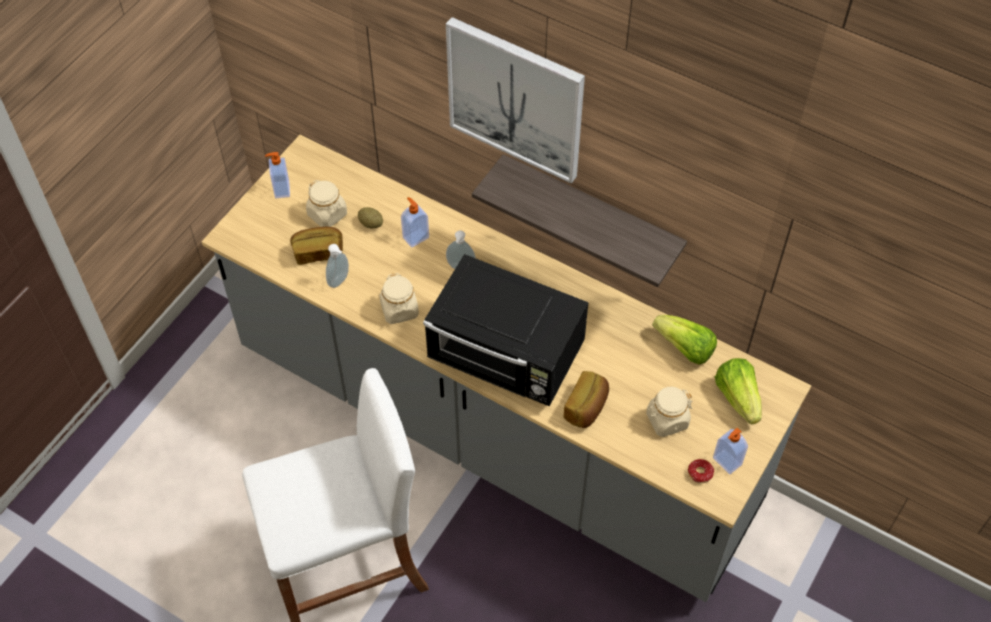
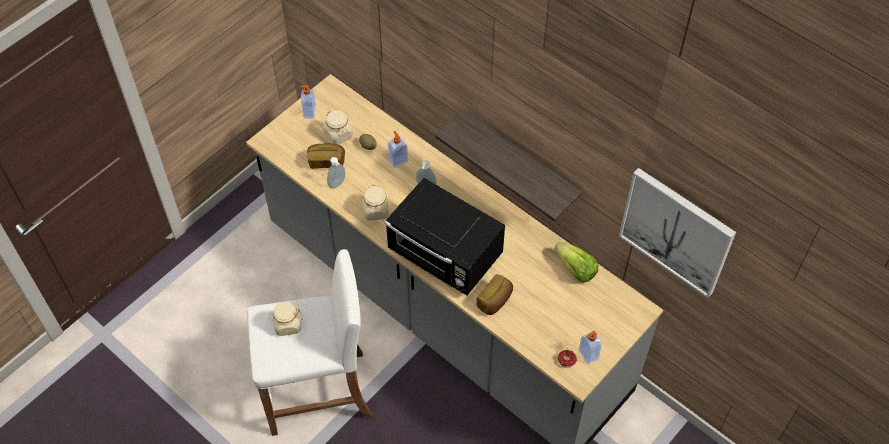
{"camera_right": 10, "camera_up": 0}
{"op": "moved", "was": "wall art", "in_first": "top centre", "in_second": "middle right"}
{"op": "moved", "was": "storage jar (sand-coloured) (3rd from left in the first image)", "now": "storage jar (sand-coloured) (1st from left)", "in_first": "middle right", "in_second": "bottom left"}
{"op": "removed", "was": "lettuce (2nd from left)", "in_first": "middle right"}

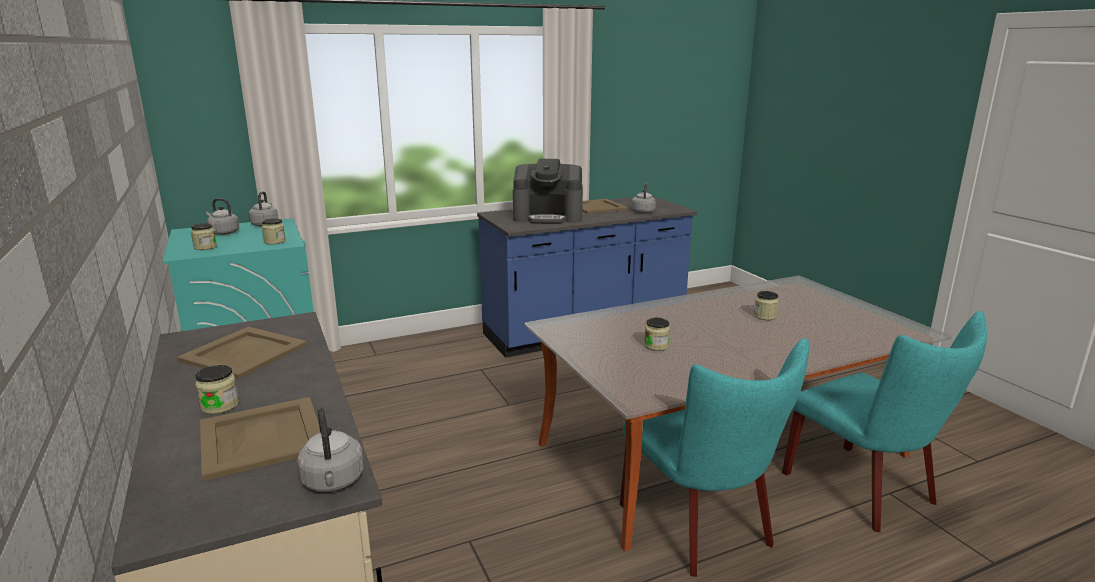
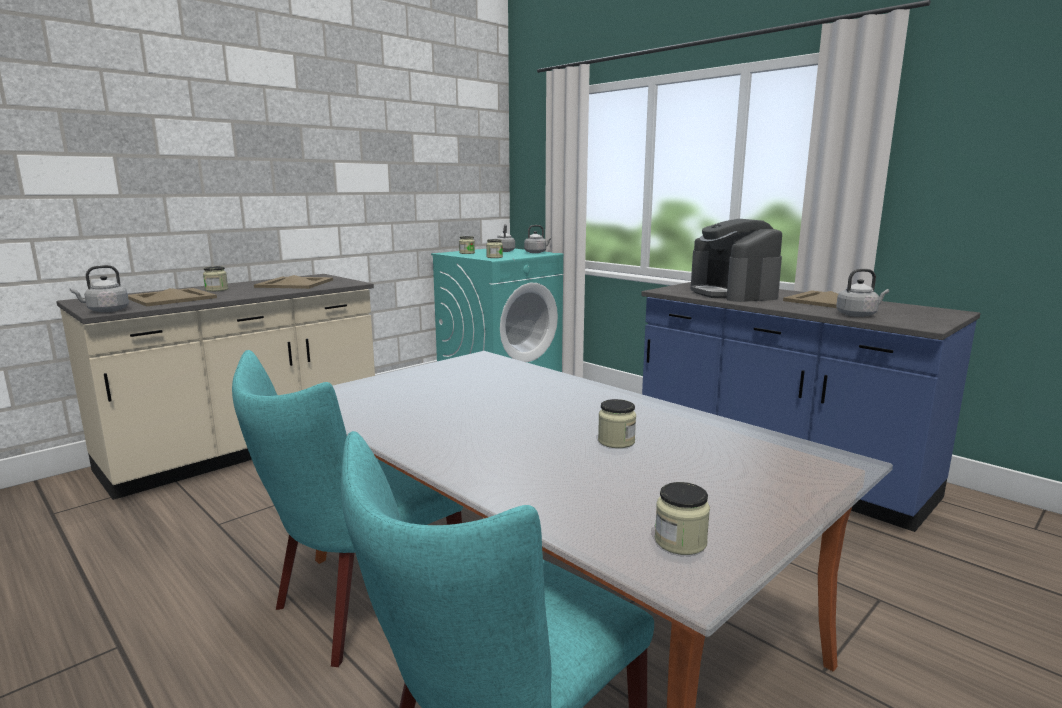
{"camera_right": 70, "camera_up": -5}
{"op": "moved", "was": "storage jar (4th from left in the first image)", "now": "storage jar (5th from left)", "in_first": "centre", "in_second": "bottom centre"}

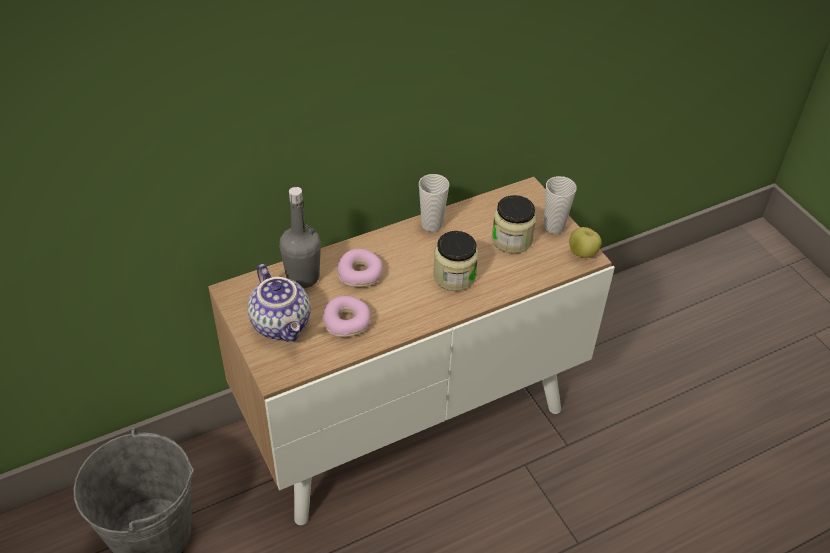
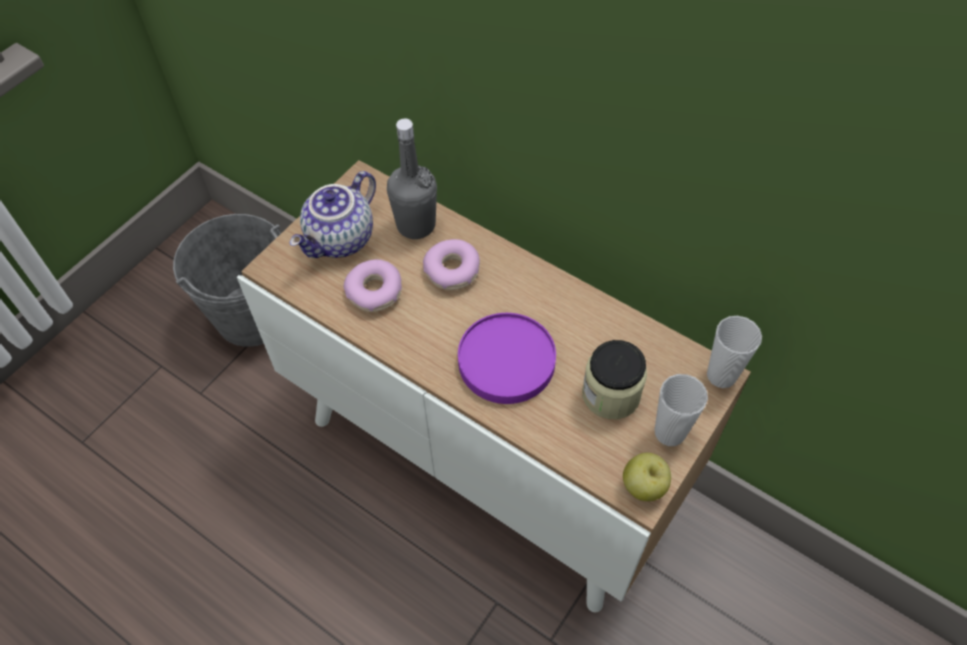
{"camera_right": 65, "camera_up": 10}
{"op": "moved", "was": "cup (1st from left in the first image)", "now": "cup (2nd from left)", "in_first": "centre", "in_second": "middle right"}
{"op": "replaced", "was": "storage jar (1st from left)", "now": "plate (purple-coloured)", "in_first": "centre", "in_second": "centre"}

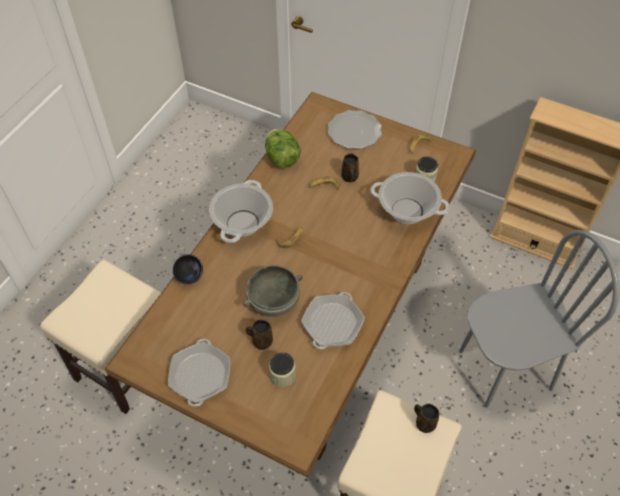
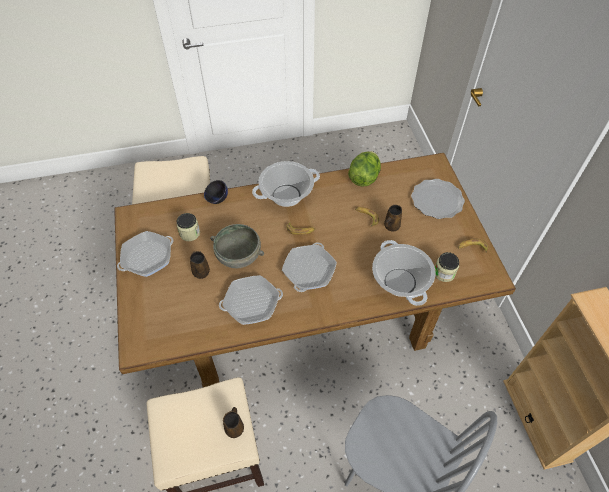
{"camera_right": 50, "camera_up": 0}
{"op": "moved", "was": "storage jar (1st from left)", "in_first": "bottom centre", "in_second": "middle left"}
{"op": "added", "now": "frying pan (3rd from left)", "in_second": "centre"}

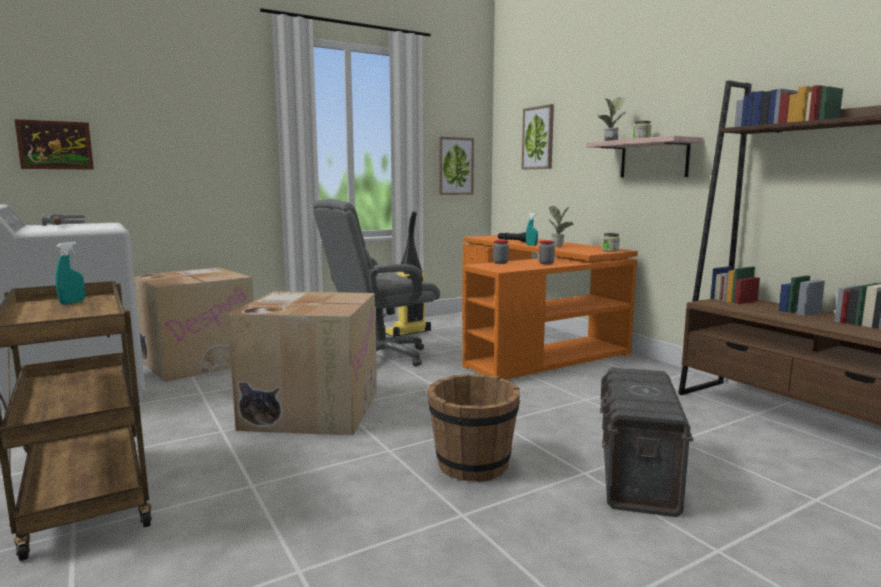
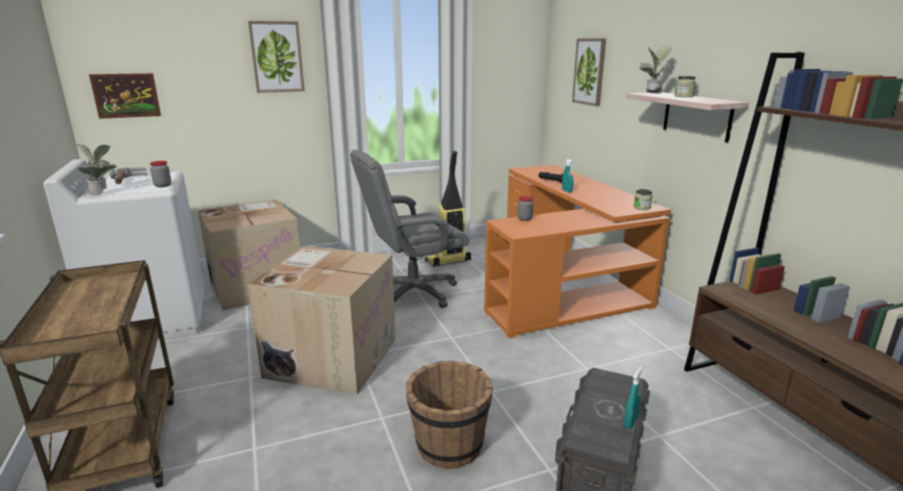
{"camera_right": 10, "camera_up": 10}
{"op": "moved", "was": "spray bottle (turquoise-coloured) (1st from left in the first image)", "now": "spray bottle (turquoise-coloured) (2nd from left)", "in_first": "middle left", "in_second": "bottom right"}
{"op": "moved", "was": "wall art (2nd from left)", "in_first": "top centre", "in_second": "top left"}
{"op": "moved", "was": "storage jar (2nd from left in the first image)", "now": "storage jar (1st from left)", "in_first": "centre", "in_second": "middle left"}
{"op": "moved", "was": "potted plant (1st from left)", "in_first": "centre", "in_second": "middle left"}

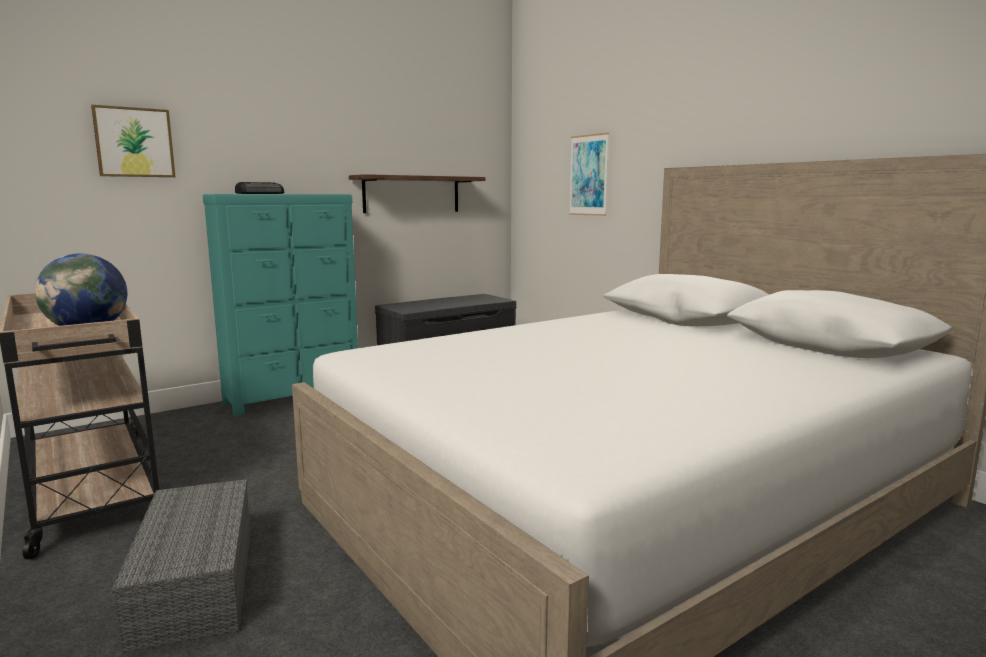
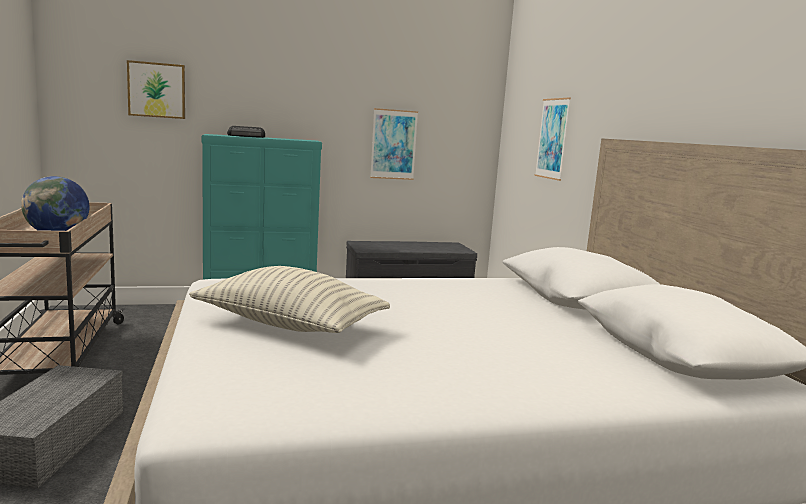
{"camera_right": 20, "camera_up": 0}
{"op": "replaced", "was": "shelf", "now": "wall art (2nd from left)", "in_first": "top centre", "in_second": "top centre"}
{"op": "added", "now": "cushion", "in_second": "centre"}

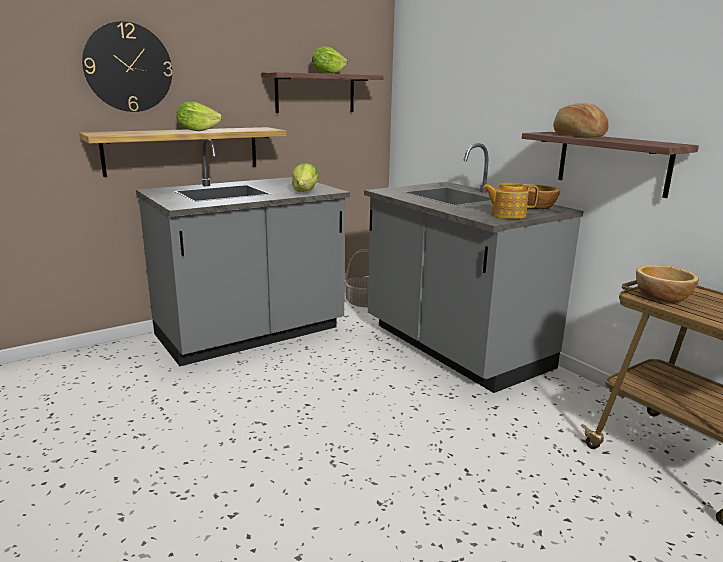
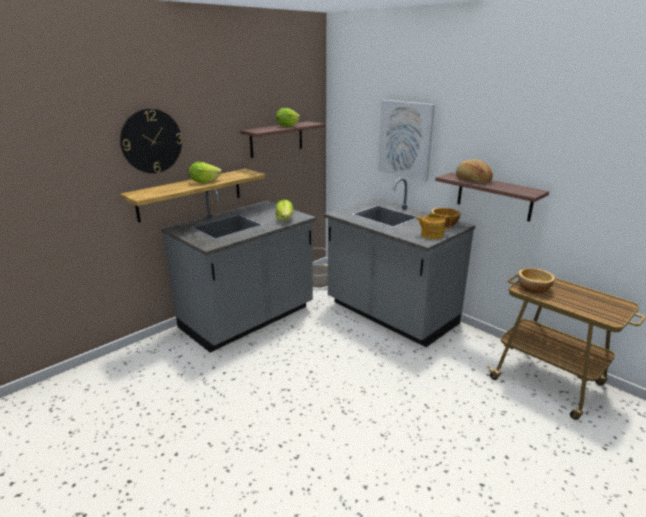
{"camera_right": -10, "camera_up": 5}
{"op": "added", "now": "wall art", "in_second": "top centre"}

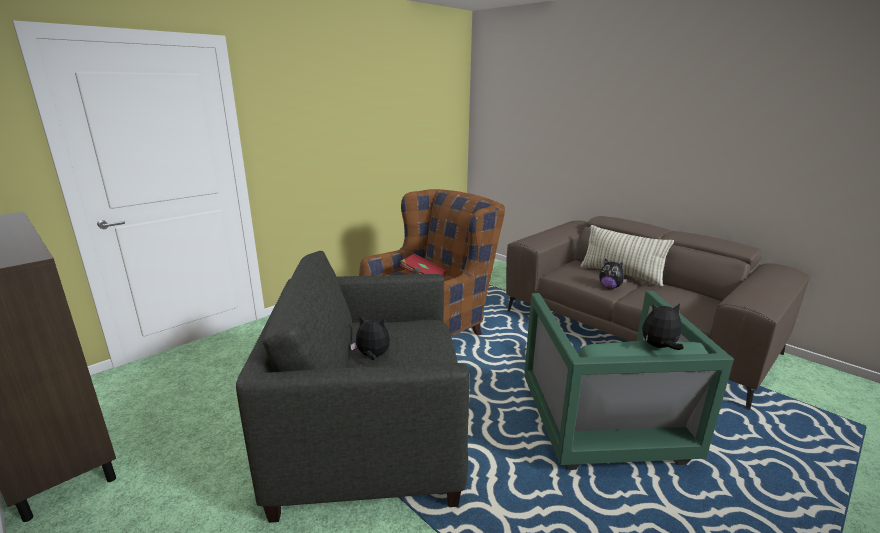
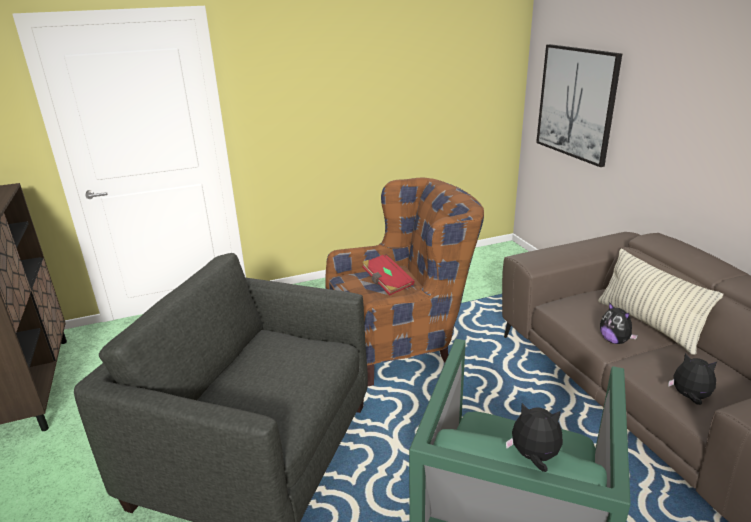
{"camera_right": 25, "camera_up": 5}
{"op": "moved", "was": "plush toy (1st from left in the first image)", "now": "plush toy (3rd from left)", "in_first": "centre", "in_second": "bottom right"}
{"op": "added", "now": "wall art", "in_second": "top right"}

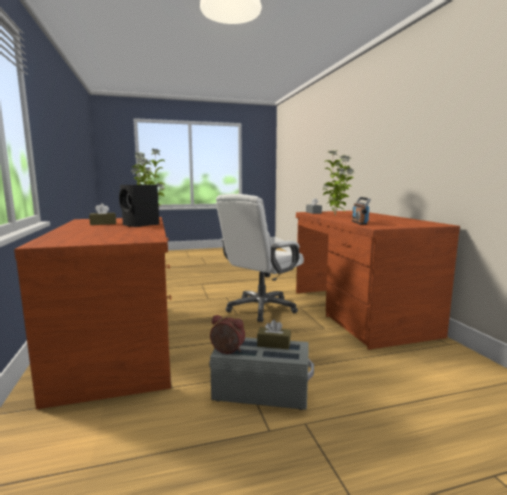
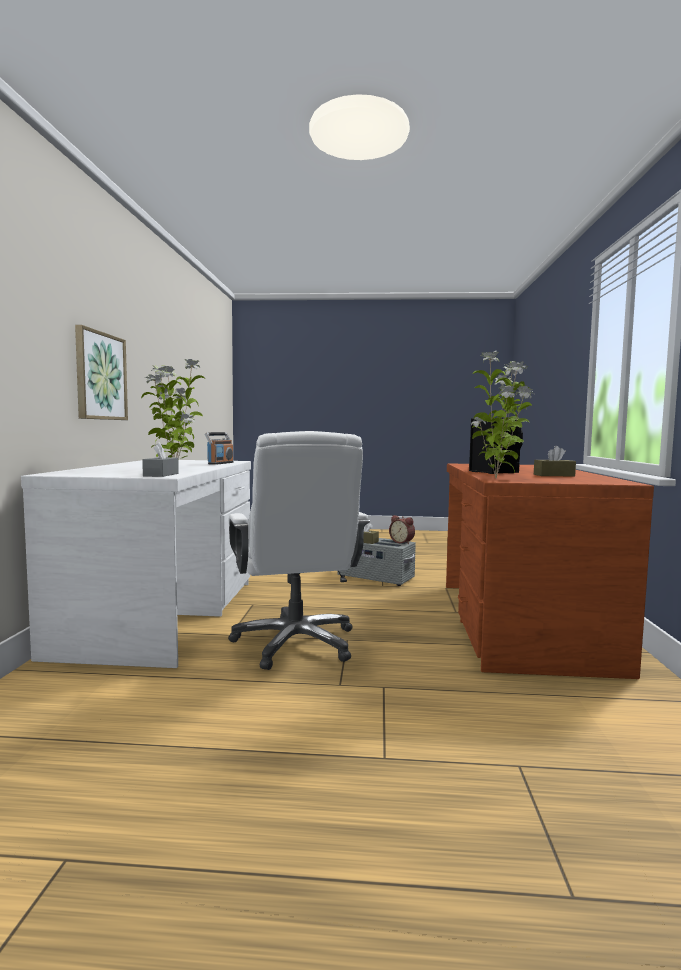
{"camera_right": -160, "camera_up": -5}
{"op": "turned", "was": "office chair (whitish)", "in_first": "centre", "in_second": "centre", "clockwise": 105}
{"op": "recoloured", "was": "desk (brown) (2nd from left)", "now": "desk (whitish)", "in_first": "middle right", "in_second": "middle left"}
{"op": "added", "now": "wall art", "in_second": "middle left"}

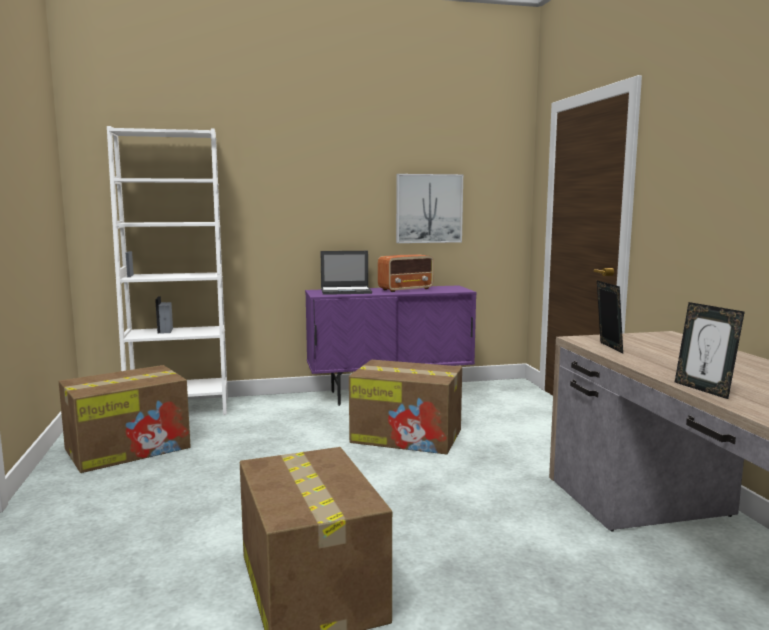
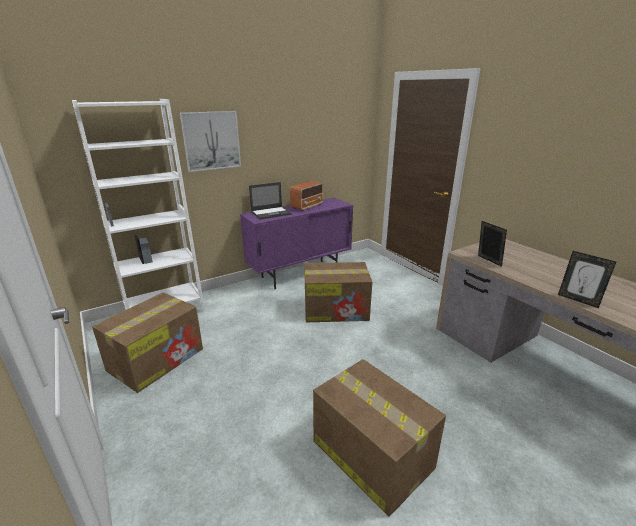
{"camera_right": -20, "camera_up": 15}
{"op": "moved", "was": "wall art", "in_first": "top centre", "in_second": "top left"}

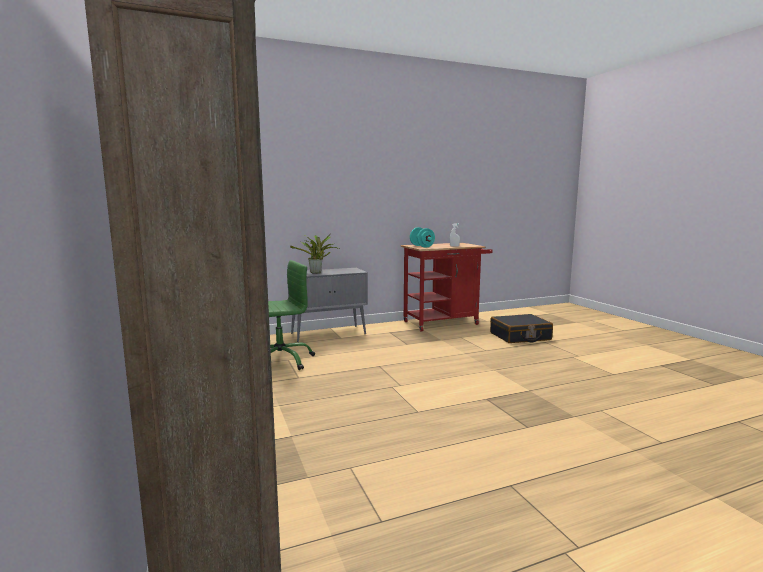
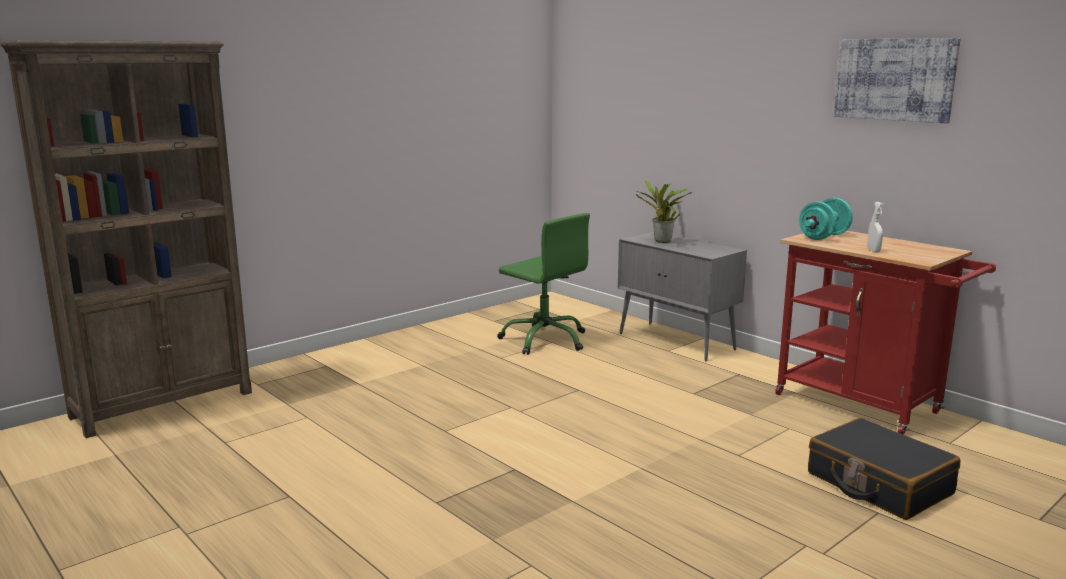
{"camera_right": 70, "camera_up": 5}
{"op": "added", "now": "wall art", "in_second": "top right"}

